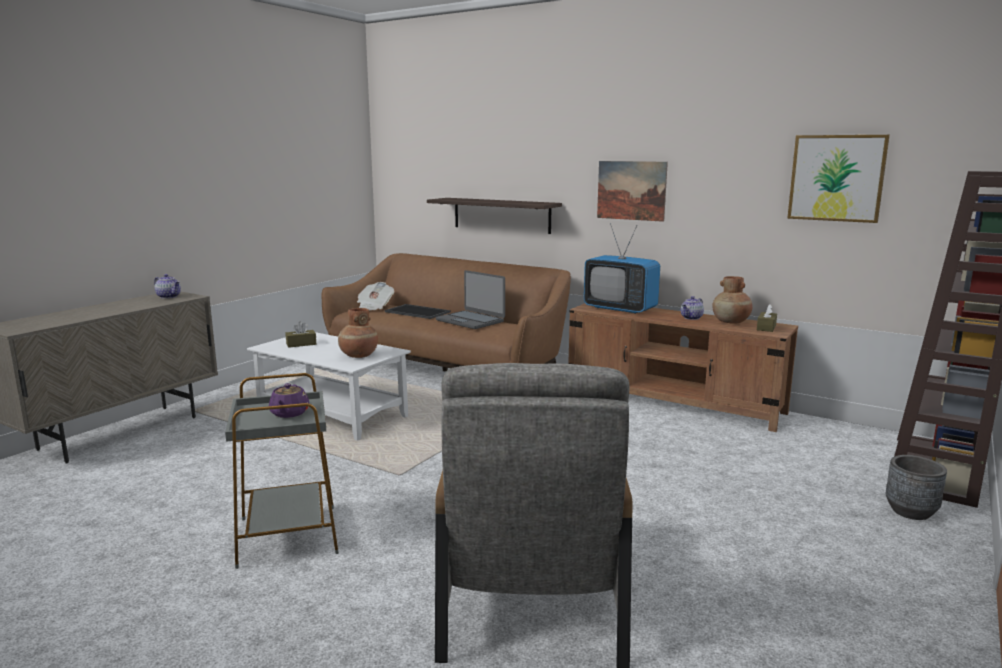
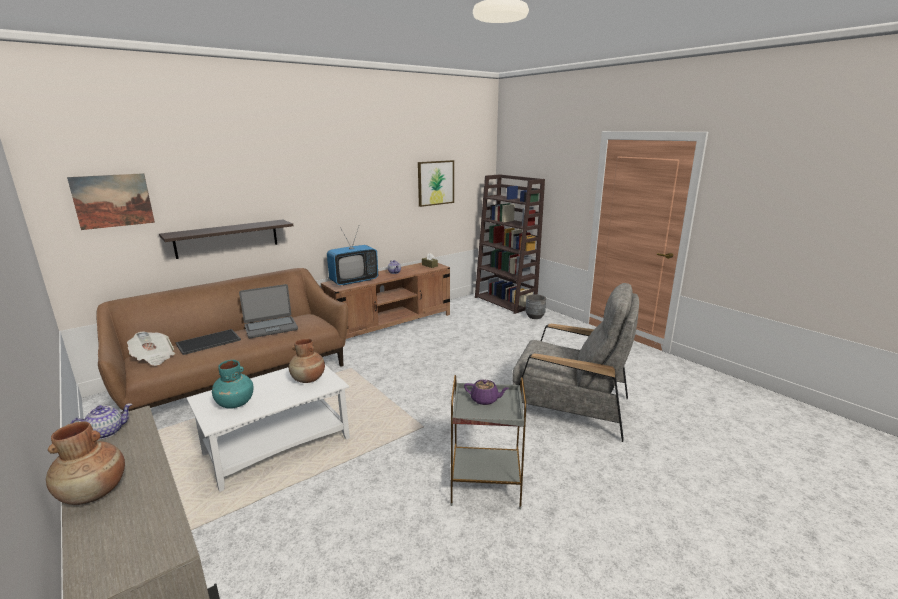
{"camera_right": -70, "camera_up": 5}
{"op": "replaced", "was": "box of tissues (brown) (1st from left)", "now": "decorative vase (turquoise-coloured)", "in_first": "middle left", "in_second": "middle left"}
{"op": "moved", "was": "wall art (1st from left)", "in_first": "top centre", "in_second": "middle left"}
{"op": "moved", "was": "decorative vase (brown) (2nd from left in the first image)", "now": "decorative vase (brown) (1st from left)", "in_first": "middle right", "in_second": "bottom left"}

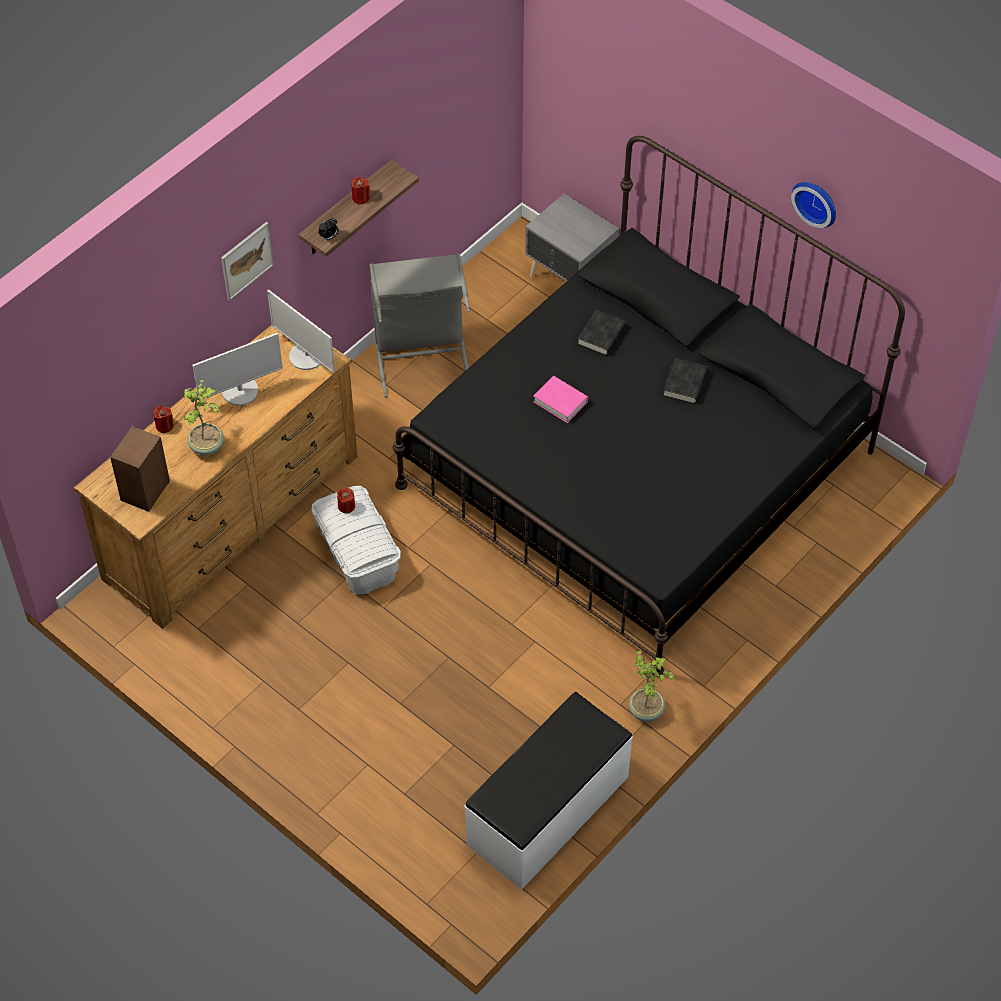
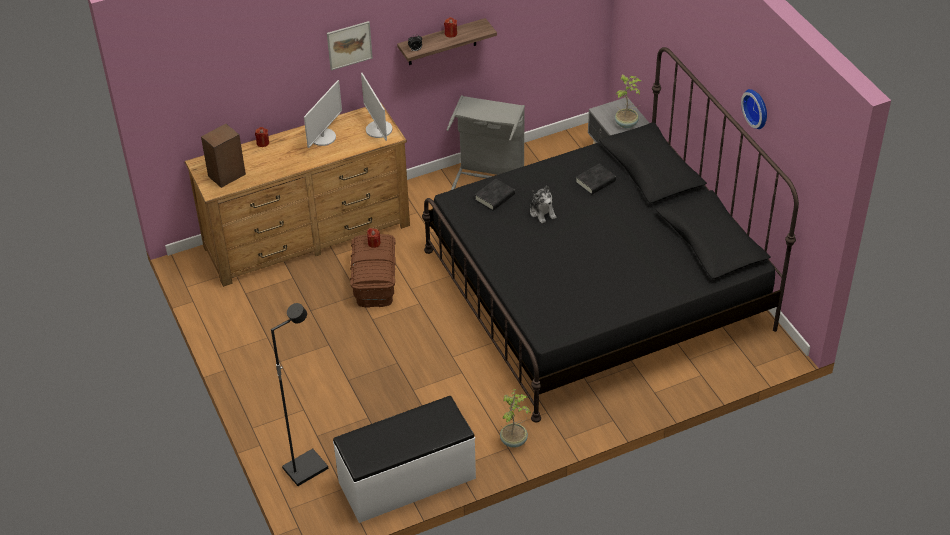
{"camera_right": 25, "camera_up": -10}
{"op": "moved", "was": "potted plant (1st from left in the first image)", "now": "potted plant (2nd from left)", "in_first": "middle left", "in_second": "top centre"}
{"op": "turned", "was": "computer display (1st from left)", "in_first": "middle left", "in_second": "top centre", "clockwise": -60}
{"op": "recoloured", "was": "storage box (whitish)", "now": "storage box (brown)", "in_first": "centre", "in_second": "centre"}
{"op": "replaced", "was": "bound book (pinkish)", "now": "plush toy", "in_first": "centre", "in_second": "centre"}
{"op": "moved", "was": "bound book (black) (2nd from left in the first image)", "now": "bound book (black) (1st from left)", "in_first": "middle right", "in_second": "centre"}
{"op": "added", "now": "standing lamp (black)", "in_second": "bottom left"}

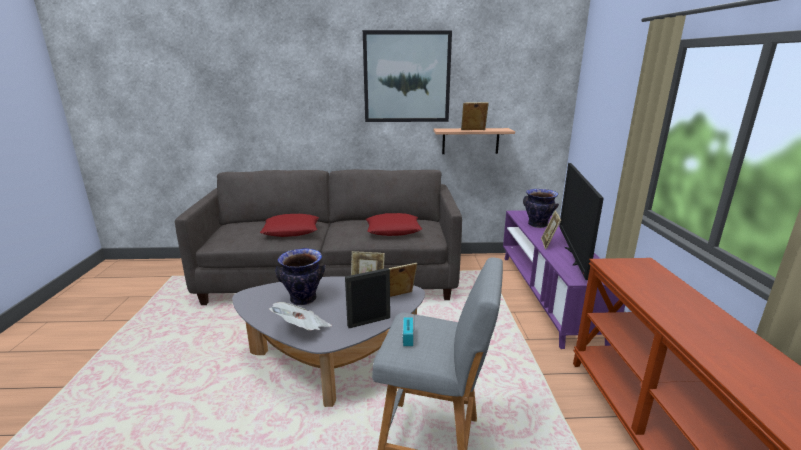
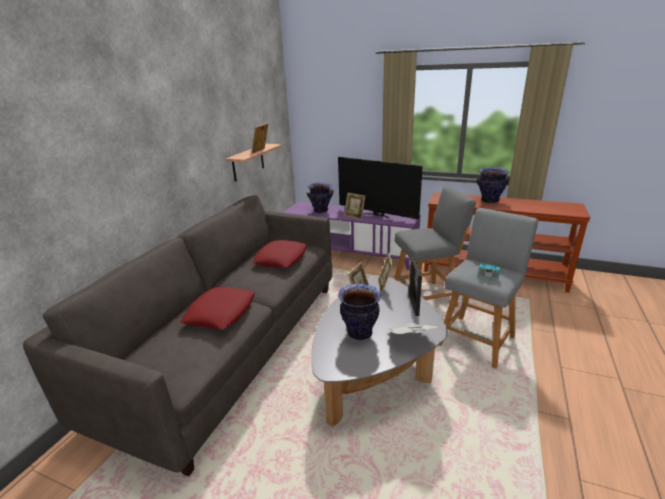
{"camera_right": -65, "camera_up": 5}
{"op": "removed", "was": "wall art", "in_first": "top centre"}
{"op": "added", "now": "sitting stool (grey) (1st from left)", "in_second": "centre"}
{"op": "added", "now": "decorative vase (3rd from left)", "in_second": "middle right"}

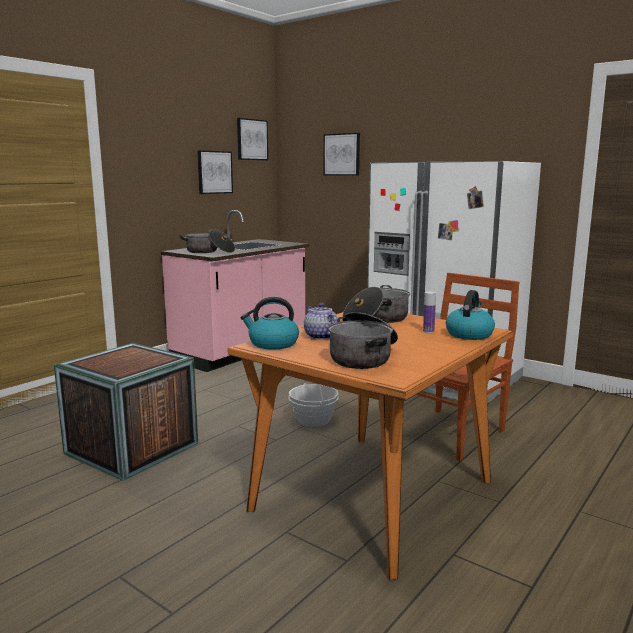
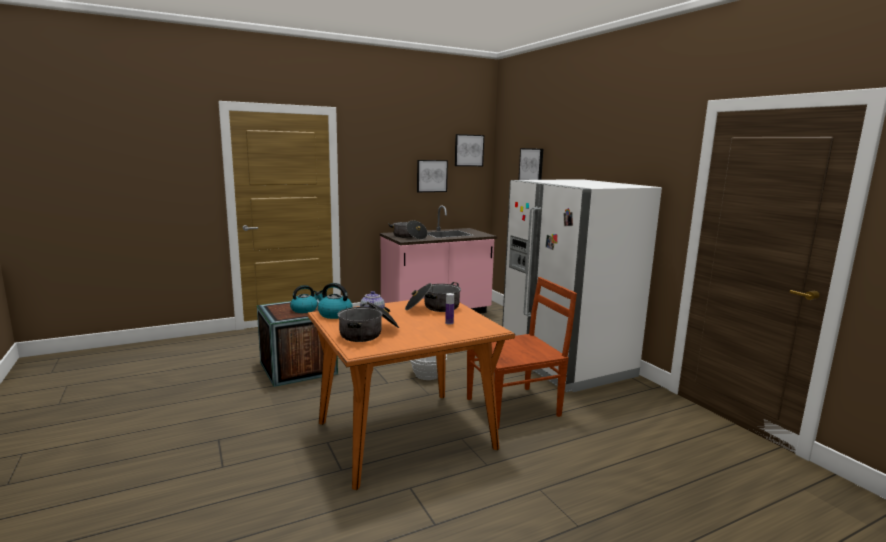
{"camera_right": 25, "camera_up": 0}
{"op": "moved", "was": "tea kettle (2nd from left in the first image)", "now": "tea kettle (1st from left)", "in_first": "middle right", "in_second": "centre"}

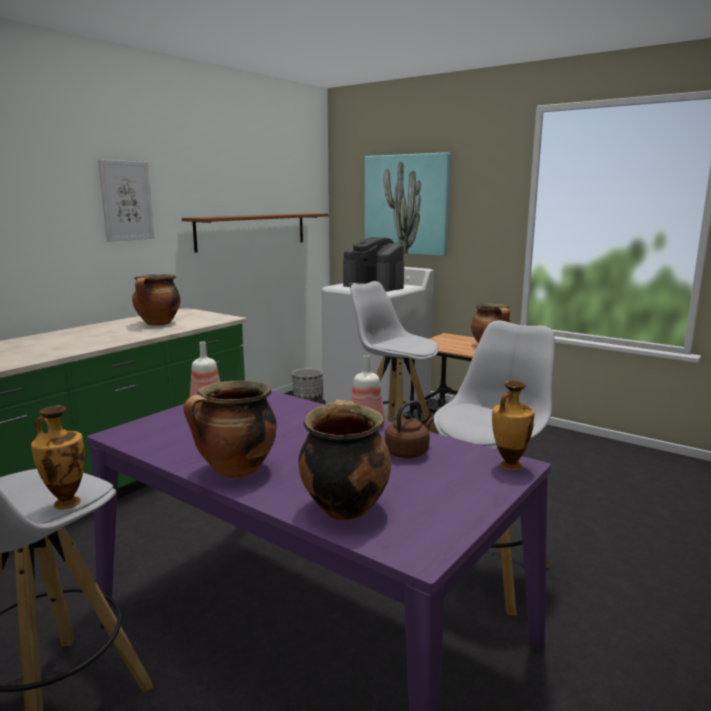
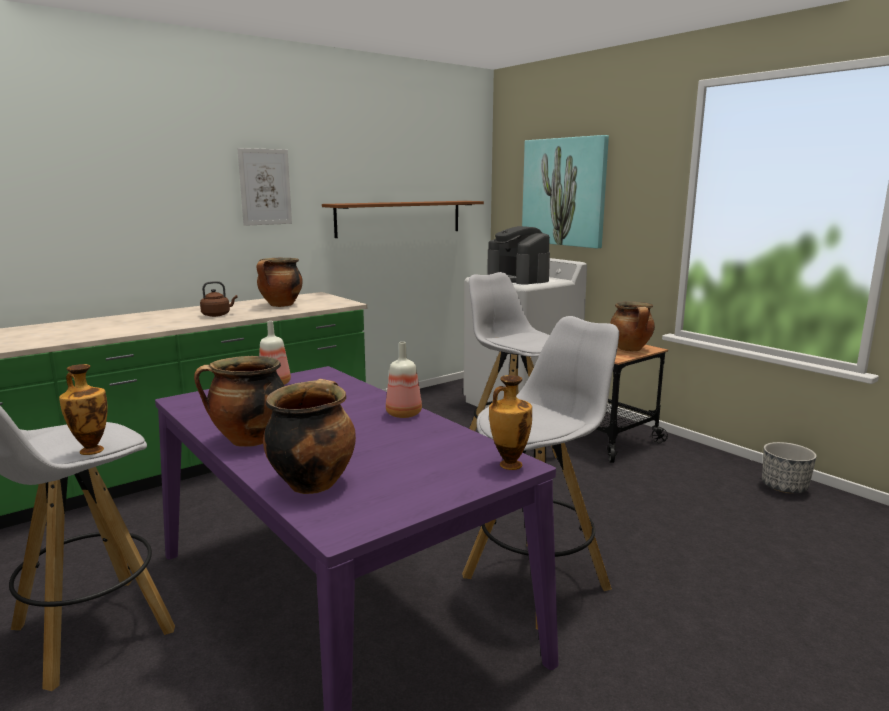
{"camera_right": 15, "camera_up": 0}
{"op": "moved", "was": "planter", "in_first": "centre", "in_second": "middle right"}
{"op": "moved", "was": "tea kettle (brown)", "in_first": "centre", "in_second": "middle left"}

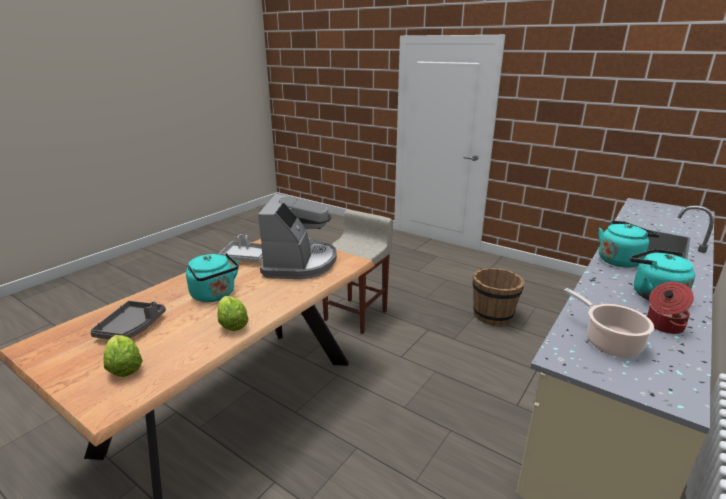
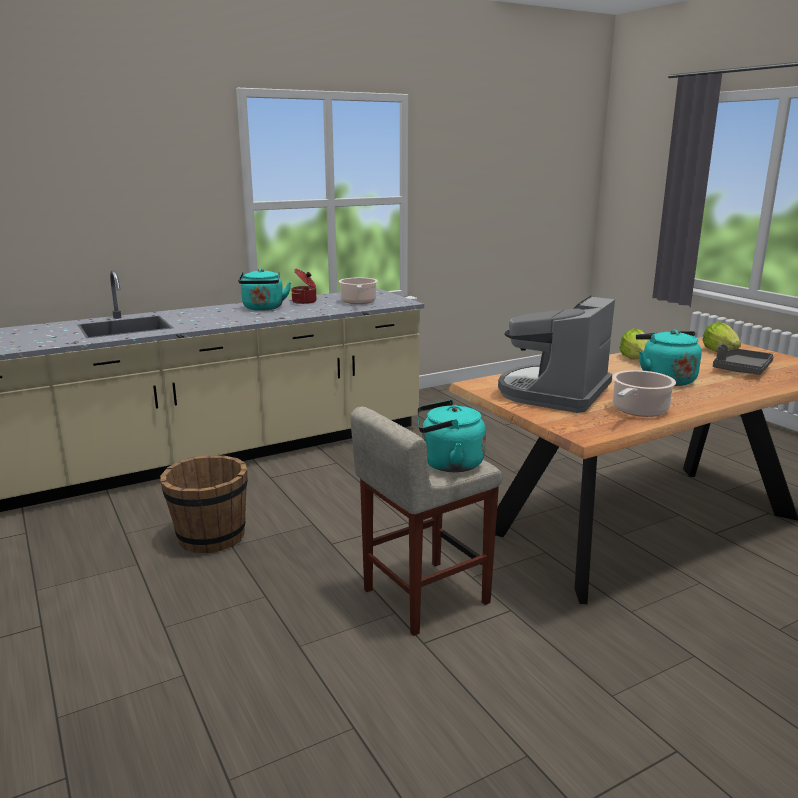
{"camera_right": -155, "camera_up": -5}
{"op": "replaced", "was": "serving tray (grey) (2nd from left)", "now": "stockpot (3rd from left)", "in_first": "middle left", "in_second": "middle right"}
{"op": "moved", "was": "tea kettle (turquoise-coloured) (2nd from left)", "in_first": "middle right", "in_second": "centre"}

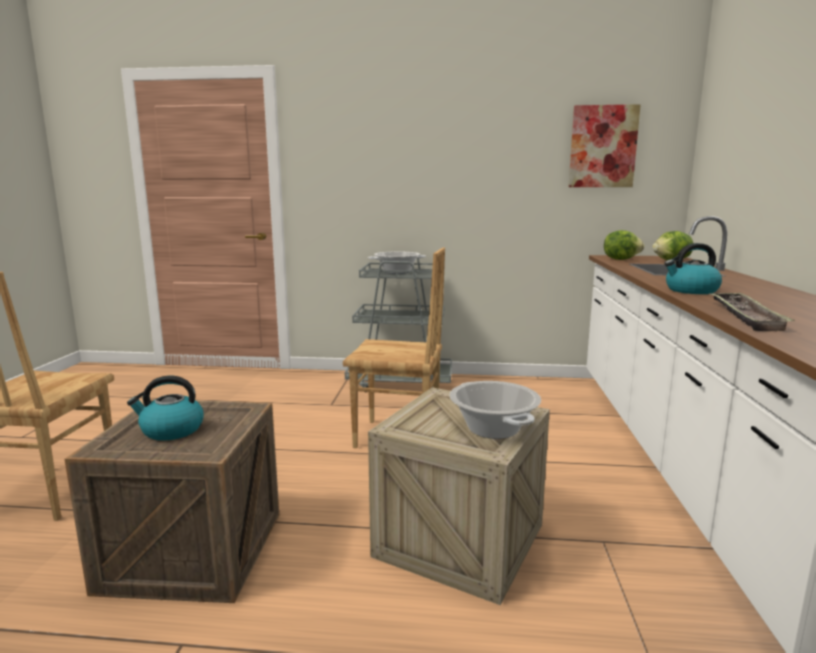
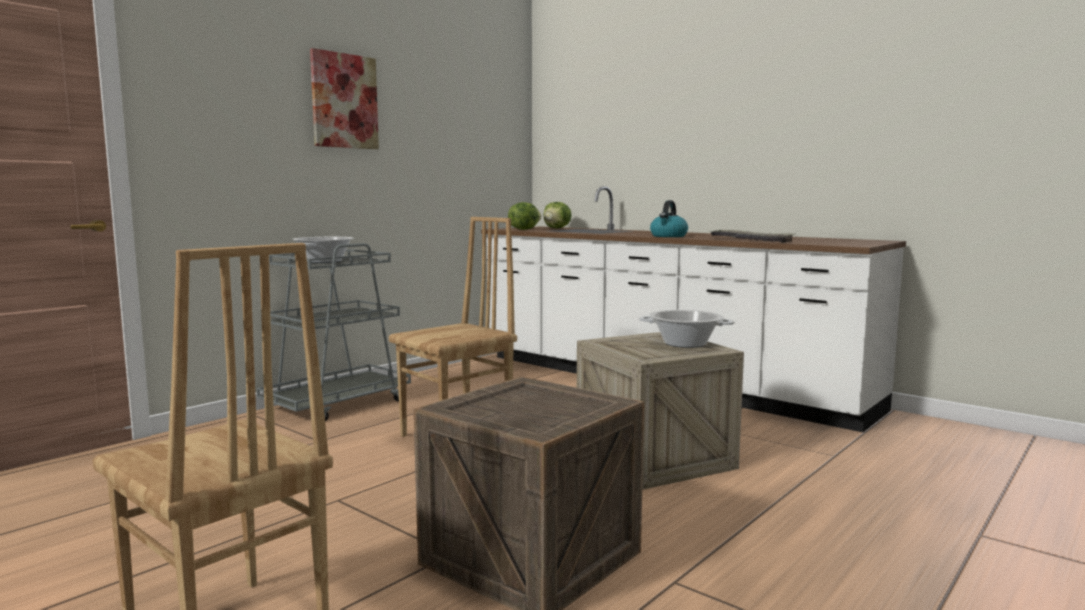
{"camera_right": -55, "camera_up": -5}
{"op": "removed", "was": "tea kettle (1st from left)", "in_first": "middle left"}
{"op": "moved", "was": "wall art", "in_first": "top right", "in_second": "top left"}

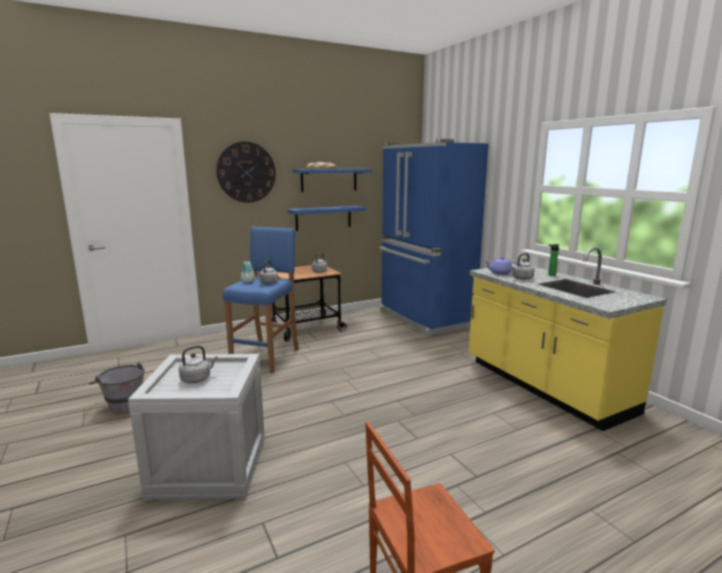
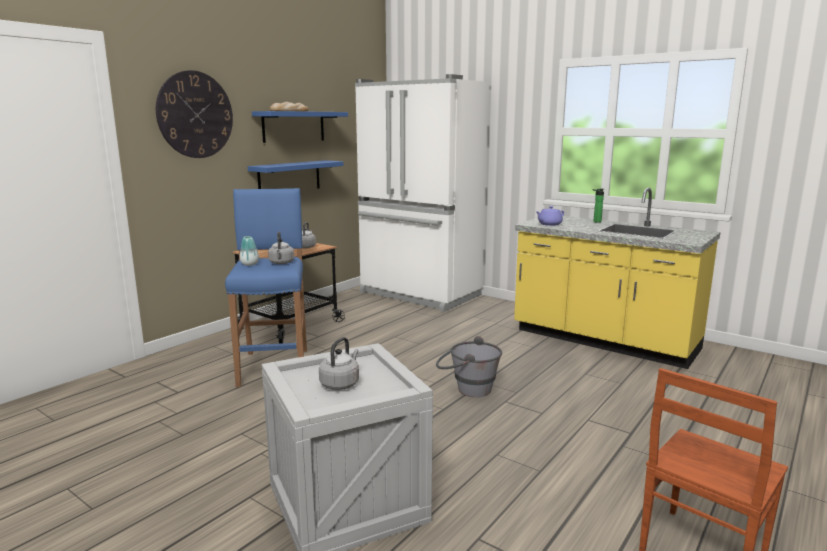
{"camera_right": -25, "camera_up": 0}
{"op": "moved", "was": "bucket (grey)", "in_first": "bottom left", "in_second": "centre"}
{"op": "recoloured", "was": "refrigerator (blue-coloured)", "now": "refrigerator (whitish)", "in_first": "centre", "in_second": "centre"}
{"op": "removed", "was": "tea kettle (grey) (4th from left)", "in_first": "middle right"}

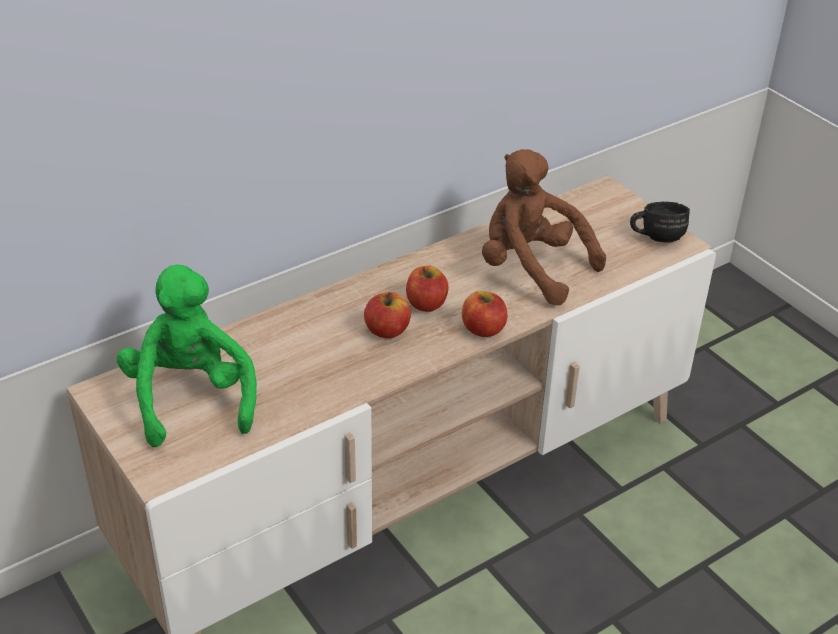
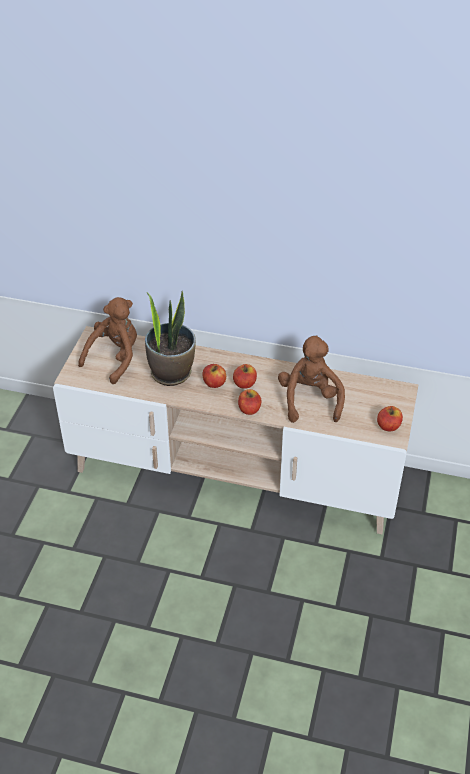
{"camera_right": 50, "camera_up": 5}
{"op": "recoloured", "was": "plush toy (greenish)", "now": "plush toy (brown) (1st from left)", "in_first": "middle left", "in_second": "middle left"}
{"op": "replaced", "was": "tea mug (black)", "now": "whole apple (4th from left)", "in_first": "middle right", "in_second": "middle right"}
{"op": "added", "now": "potted plant", "in_second": "centre"}

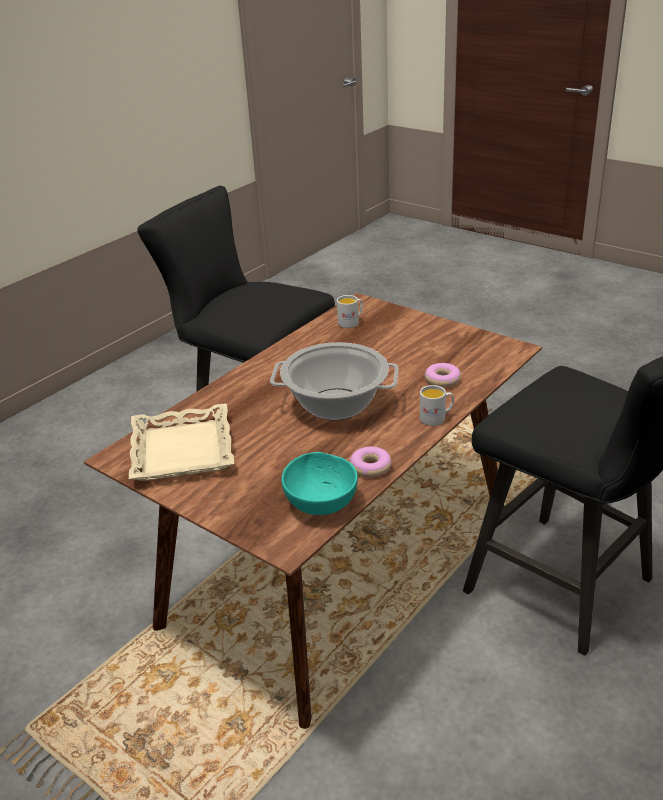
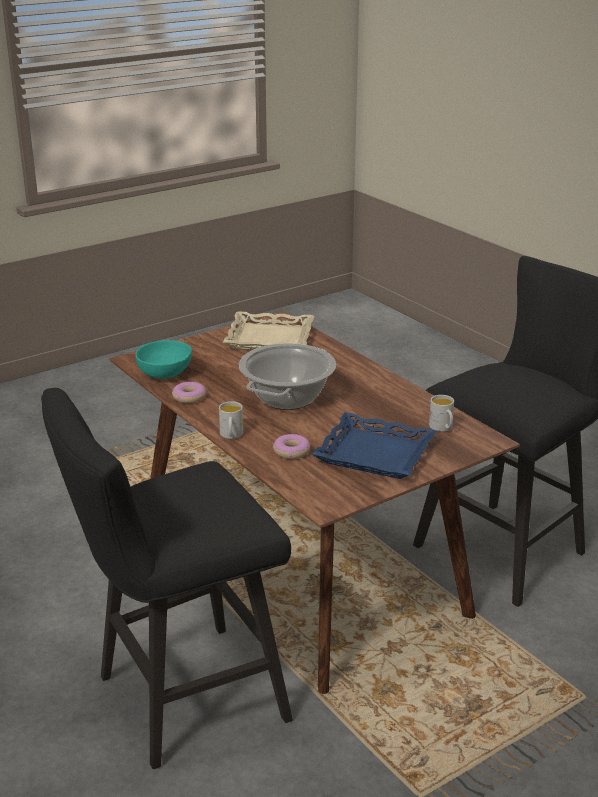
{"camera_right": 105, "camera_up": -5}
{"op": "added", "now": "serving tray (blue-coloured)", "in_second": "centre"}

